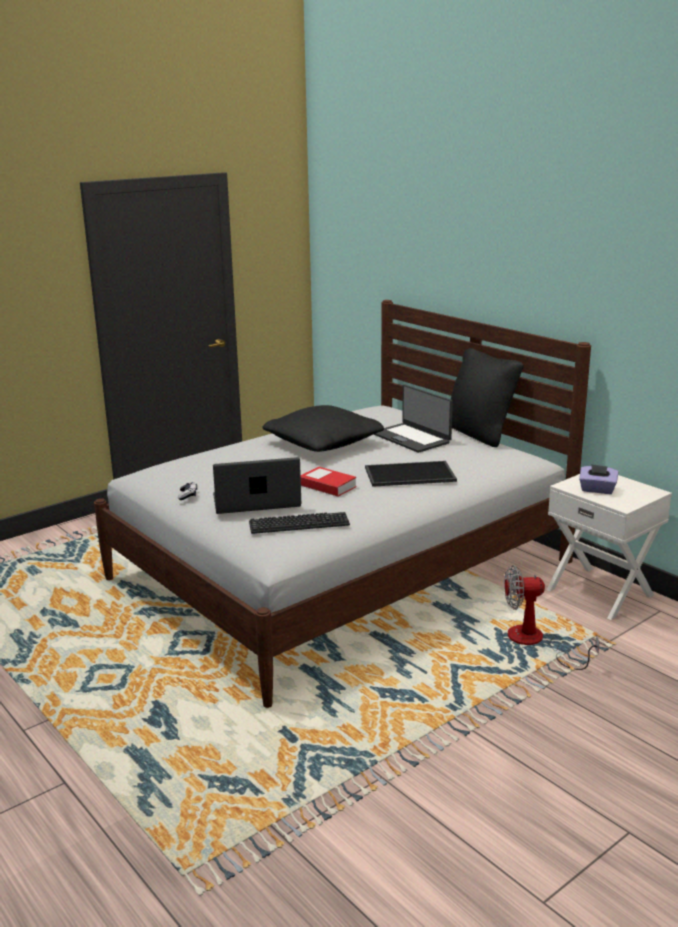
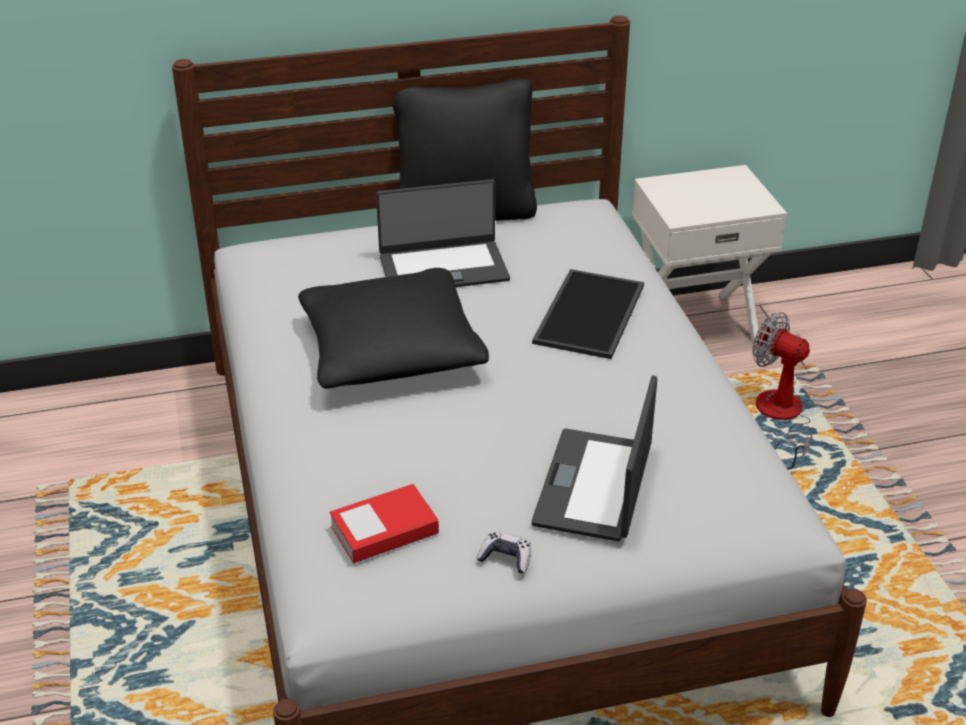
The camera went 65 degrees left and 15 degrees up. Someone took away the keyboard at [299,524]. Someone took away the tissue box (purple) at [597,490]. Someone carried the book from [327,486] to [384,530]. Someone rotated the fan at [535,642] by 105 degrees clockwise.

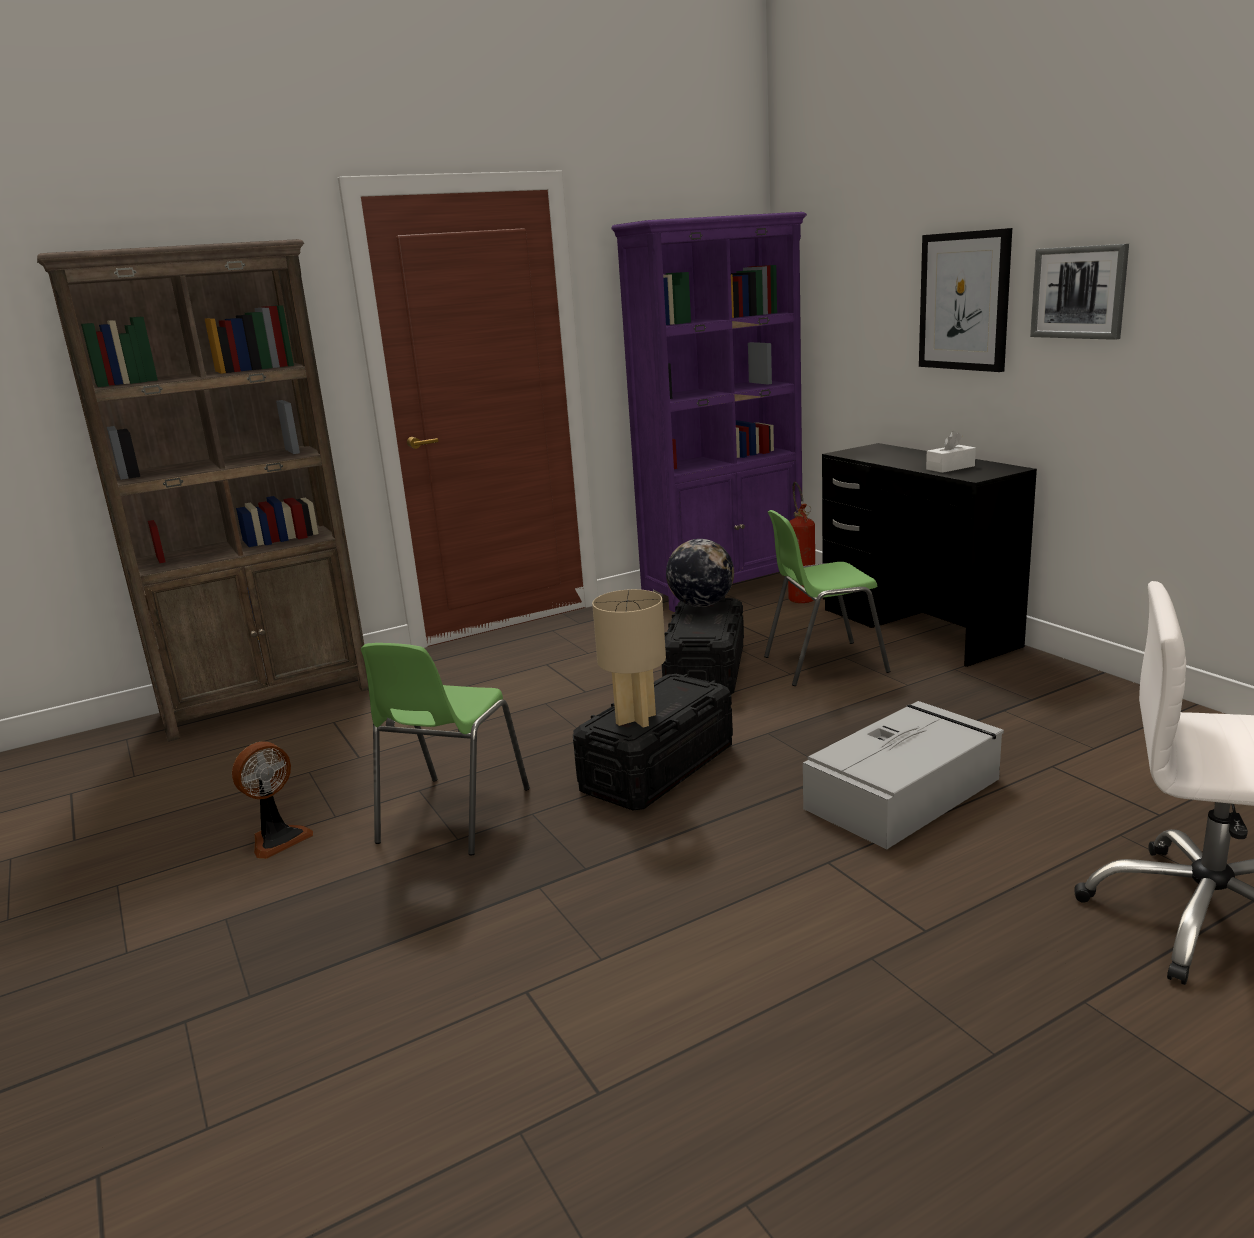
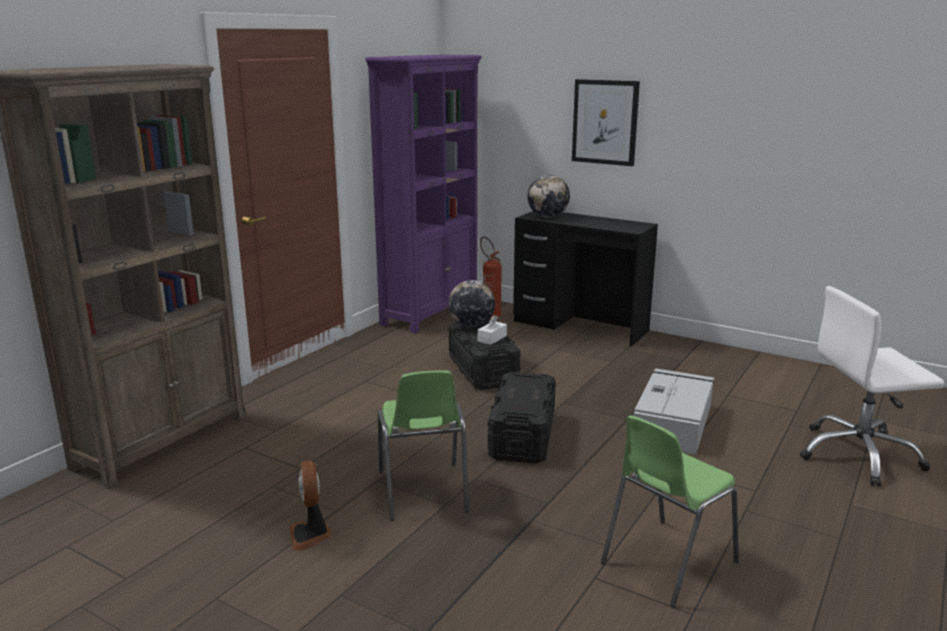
The camera went 30 degrees left and 0 degrees up. Someone took away the table lamp (beige) at [635,719]. Someone took away the picture at [1079,292]. Someone put down the globe at [548,217]. Someone carried the chair (green) from [823,664] to [666,562]. Someone carried the tissue box (white) from [950,467] to [492,338]. Someone rotated the fan at [278,839] by 150 degrees clockwise.

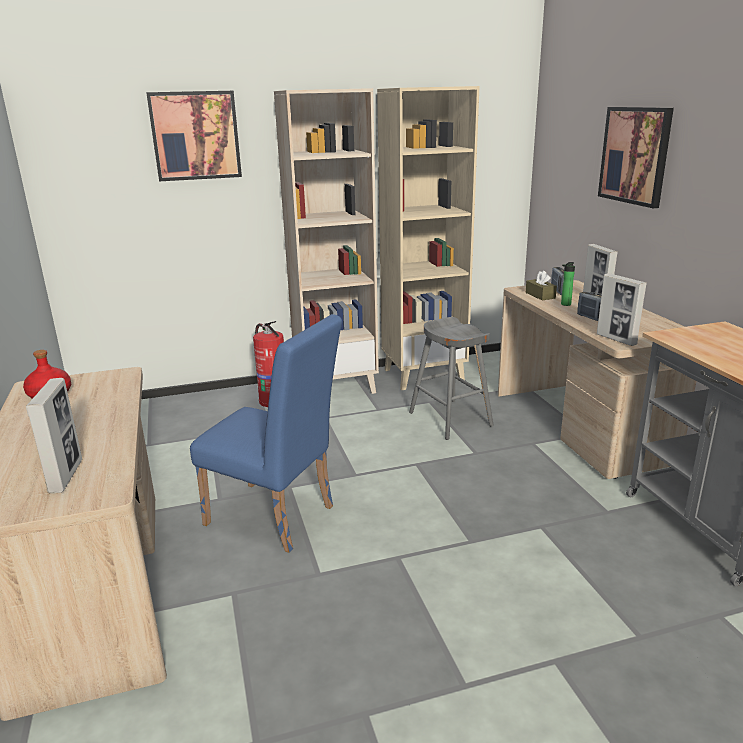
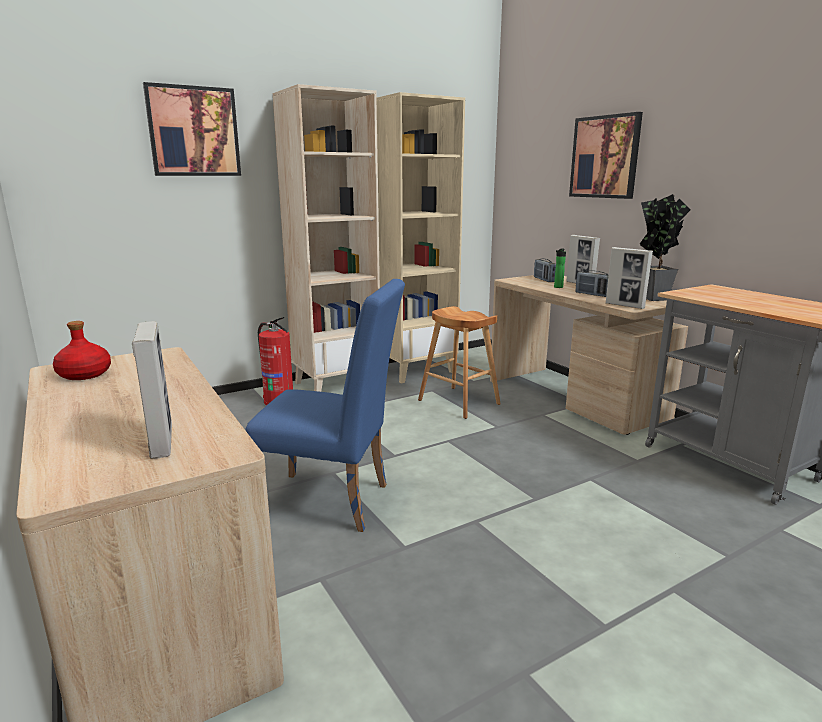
The camera went 15 degrees left and 5 degrees down. Someone took away the tissue box (brown) at [540,295]. Someone put down the potted plant at [653,297]. Someone repainted the stool (grey) at [450,419], which became the stool (brown) at [459,402].

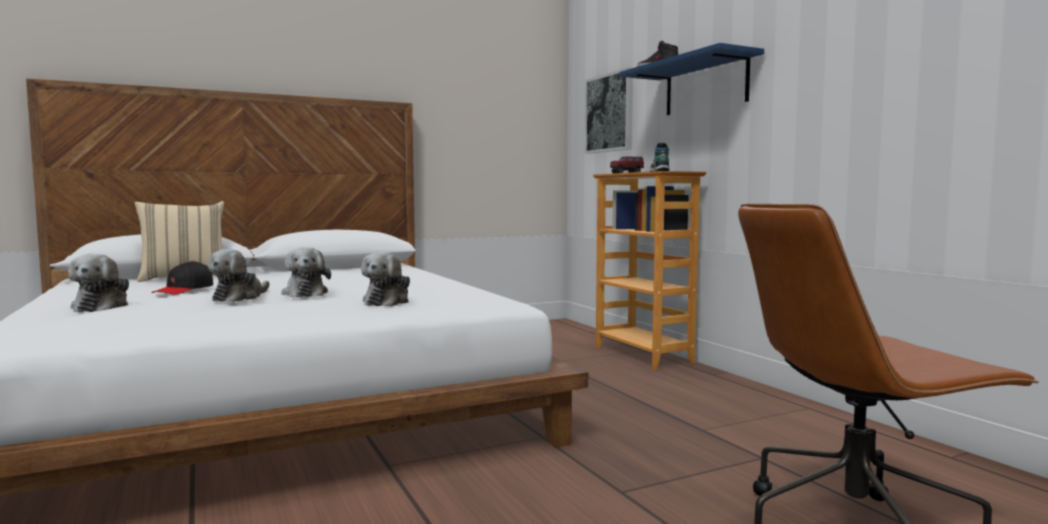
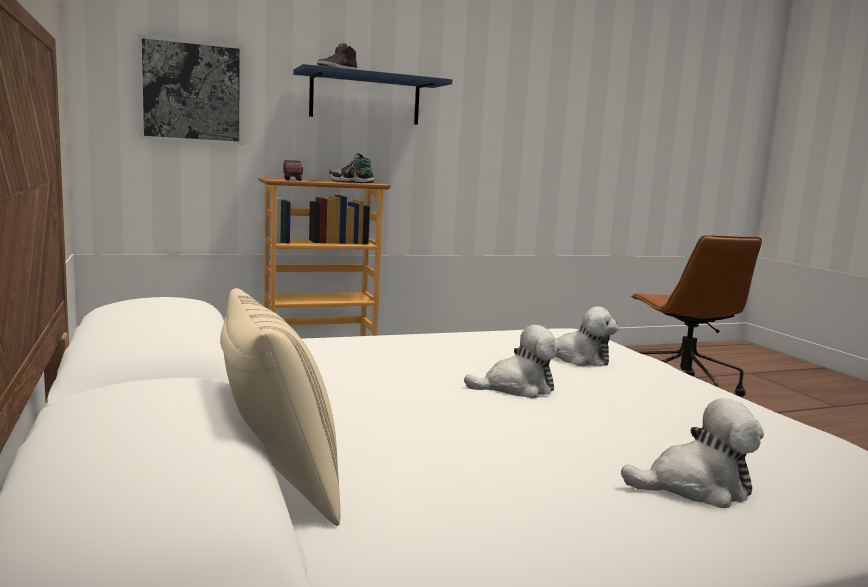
The camera went 85 degrees left and 5 degrees up. Someone took away the cap (black) at [184,290]. Someone took away the plush toy at [239,297].

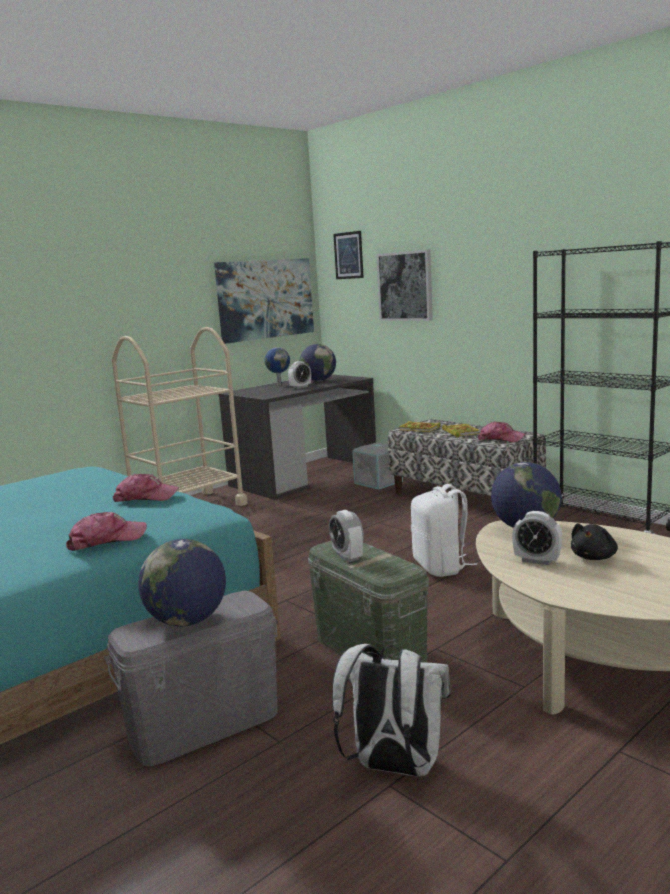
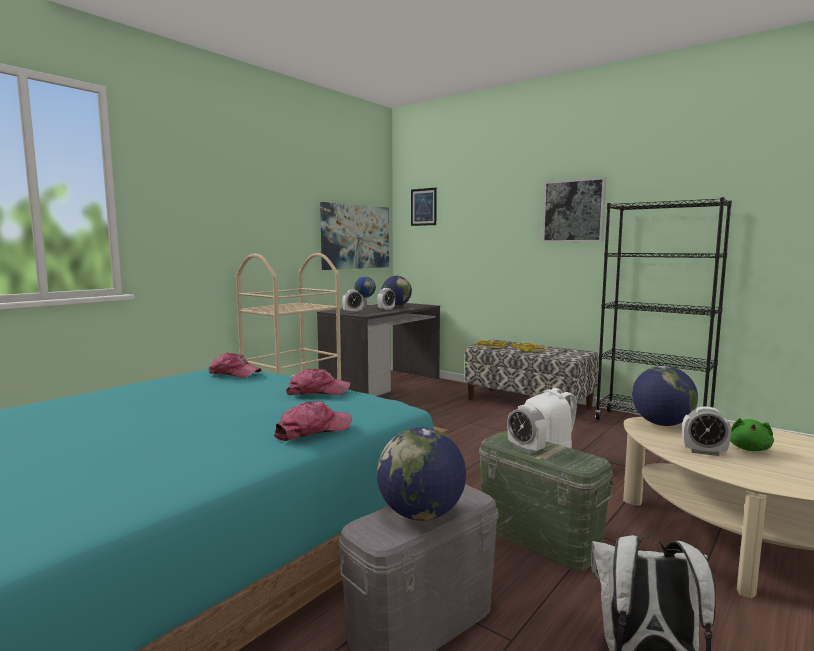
The camera went 10 degrees left and 5 degrees down. Someone took away the storage box (grey) at [379,482]. Someone put down the alarm clock at [352,312]. Someone carried the picture from [405,286] to [573,211]. Someone carried the cap from [500,439] to [234,373]. Someone repainted the plush toy (black) at [594,557], which became the plush toy (green) at [749,449].

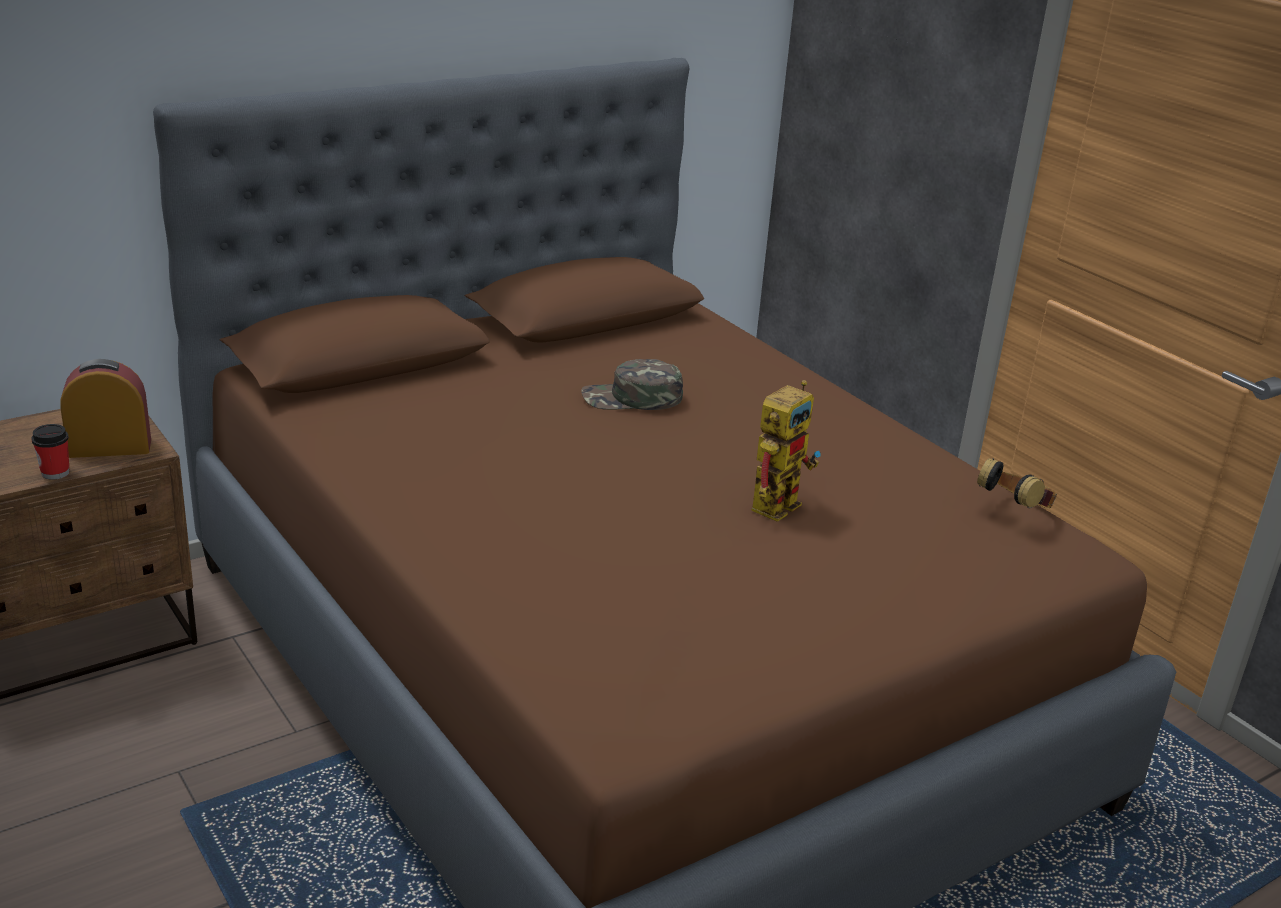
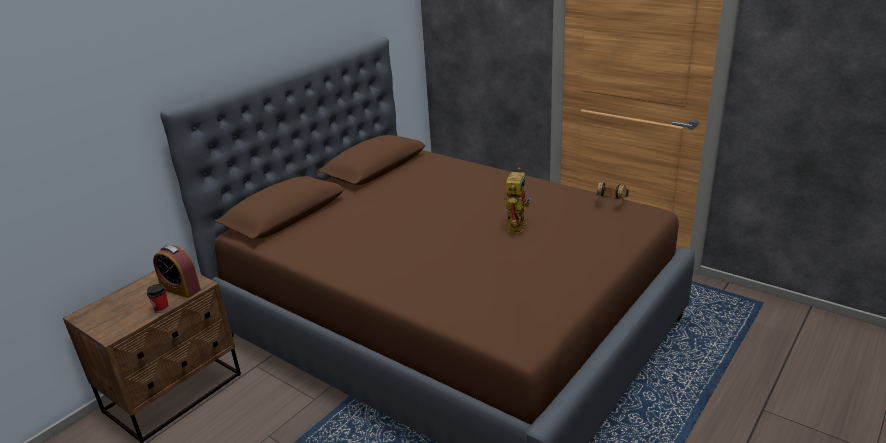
The camera went 15 degrees left and 0 degrees up. Someone took away the cap (green) at [631,398]. Someone rotated the alarm clock at [110,448] by 120 degrees counterclockwise.

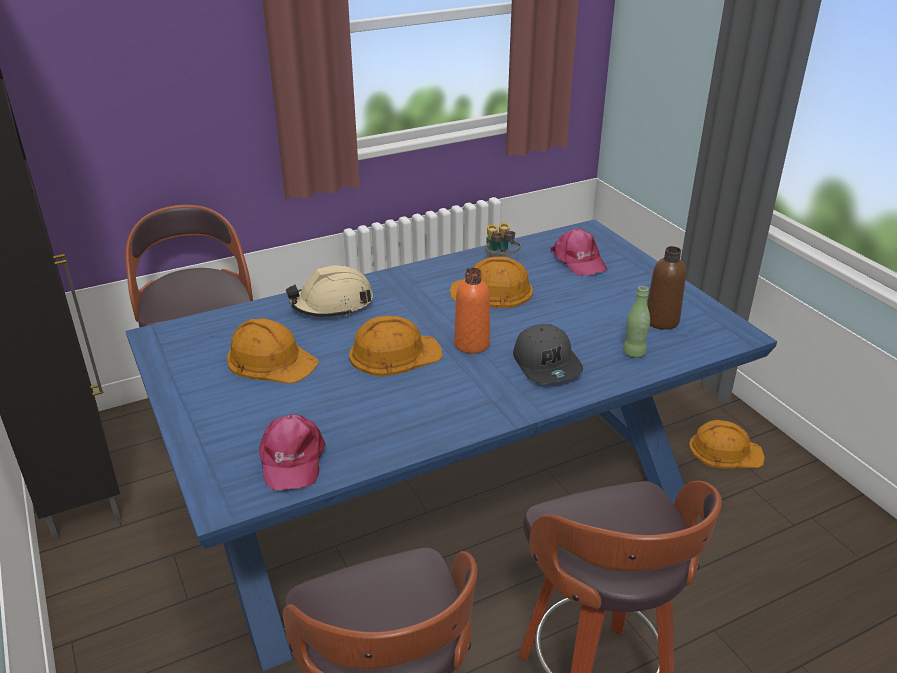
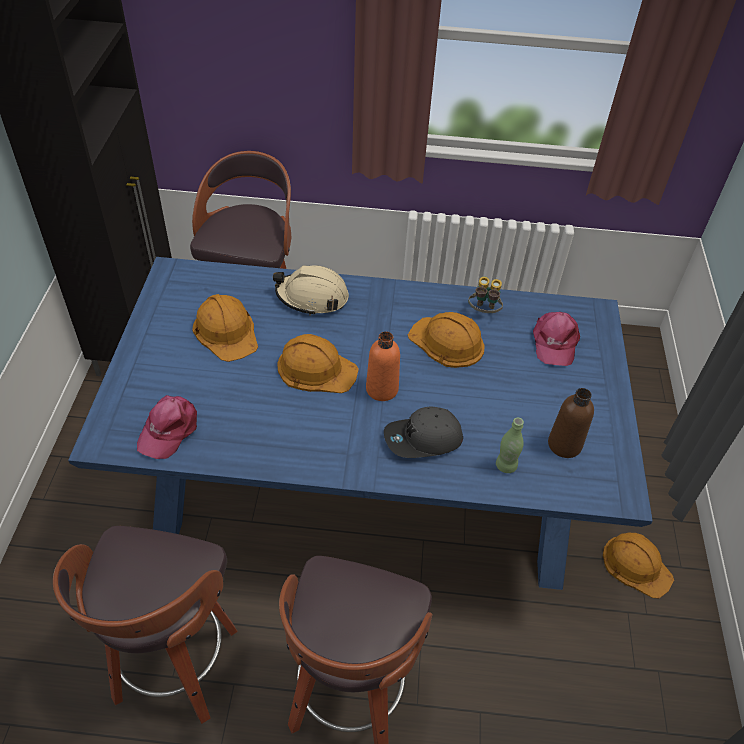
The camera went 30 degrees right and 15 degrees up. Someone rotated the cap (grey) at [547,364] by 60 degrees clockwise.

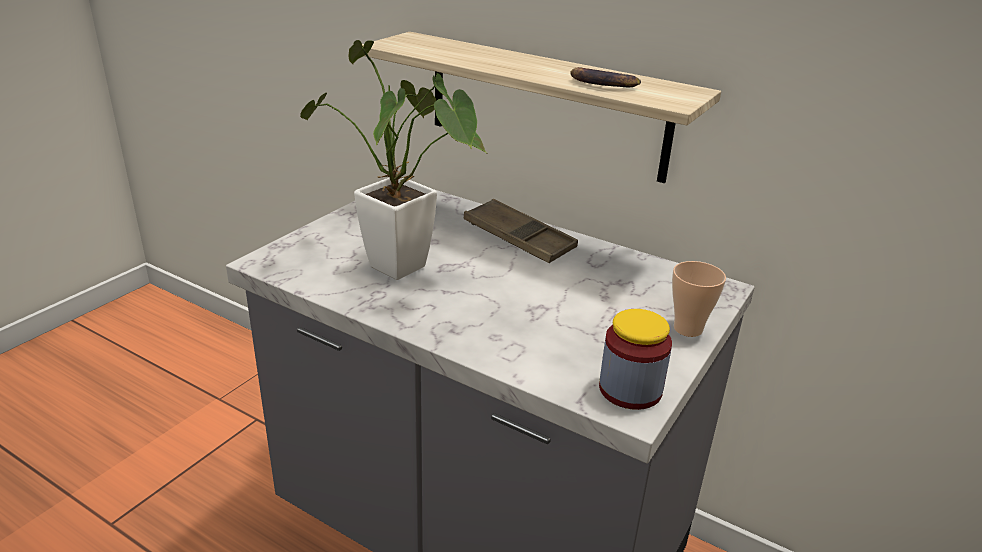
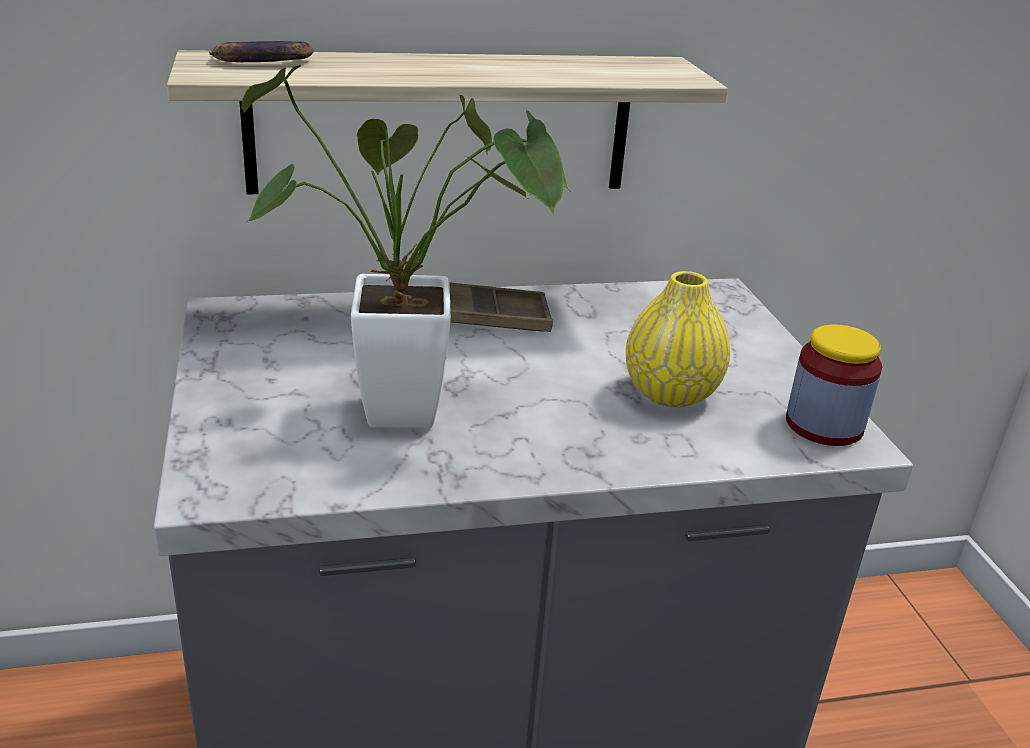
The camera went 45 degrees left and 0 degrees up. Someone took away the cup at [688,329]. Someone put down the vase (yellow) at [670,393]. Someone carried the banana from [602,84] to [262,61].

